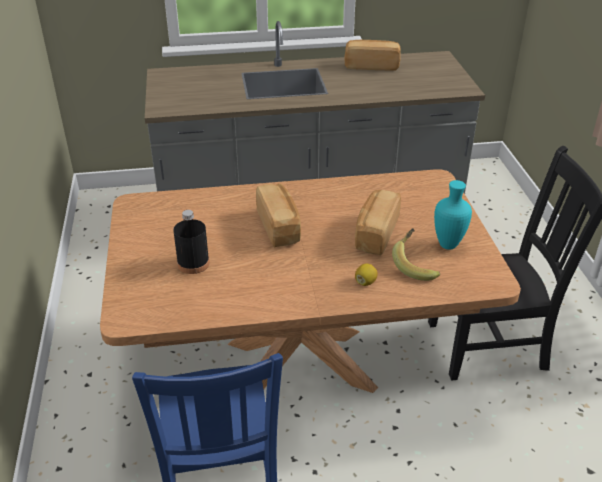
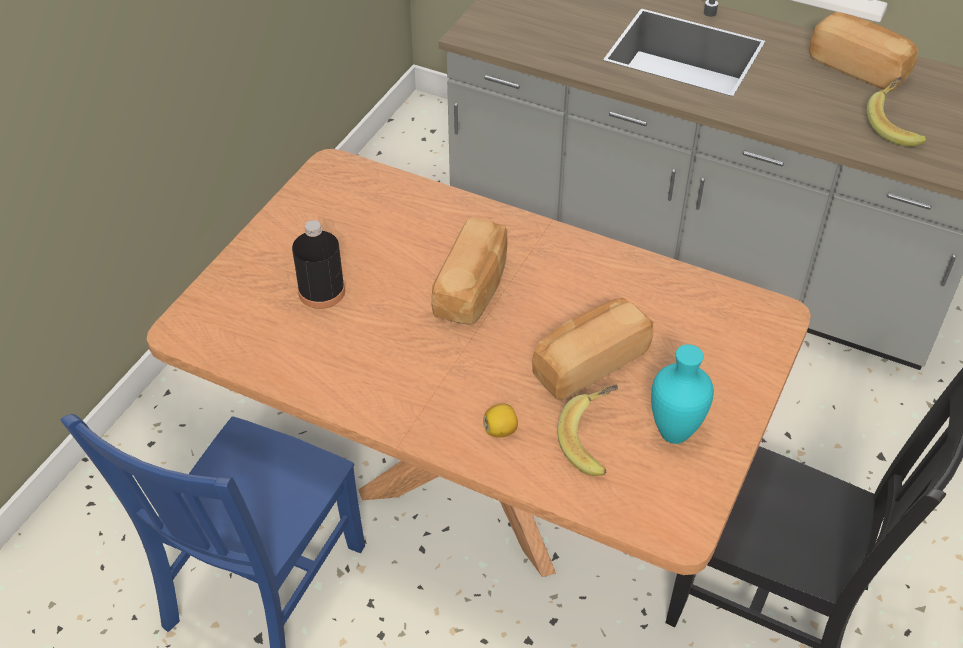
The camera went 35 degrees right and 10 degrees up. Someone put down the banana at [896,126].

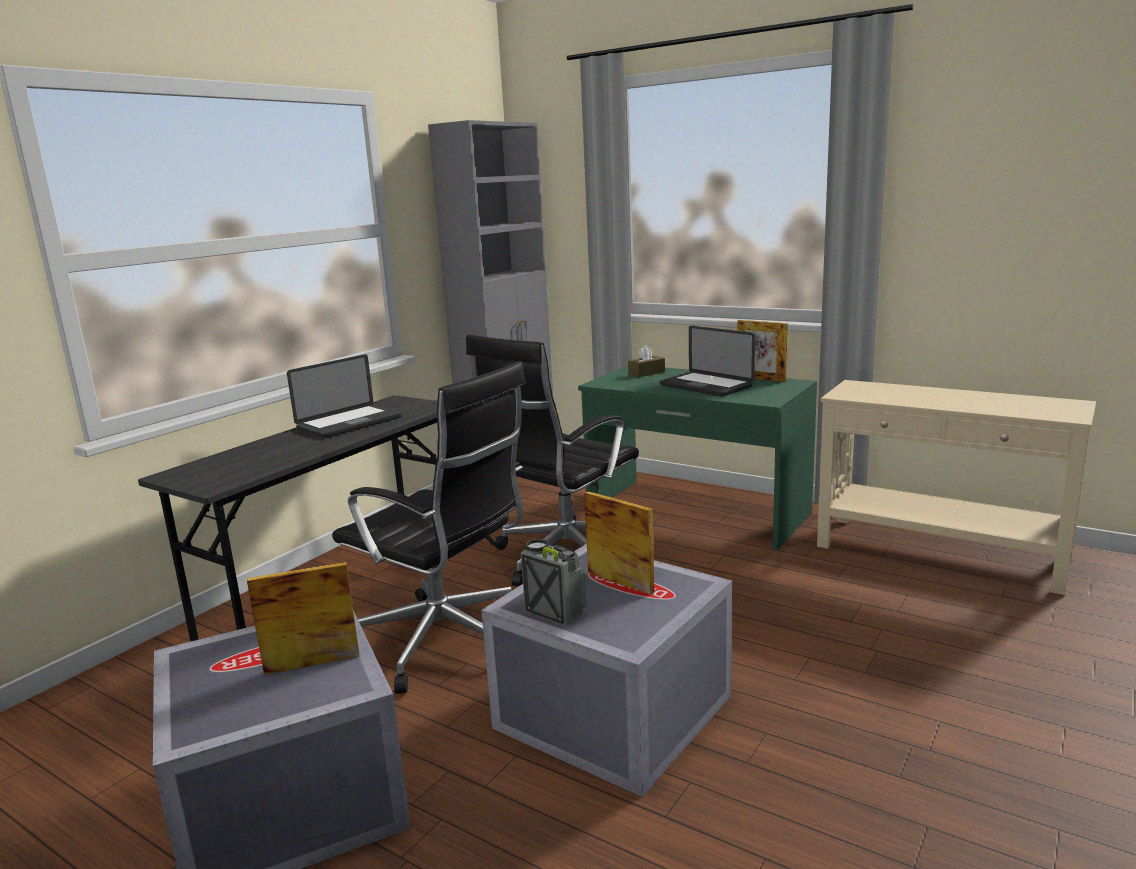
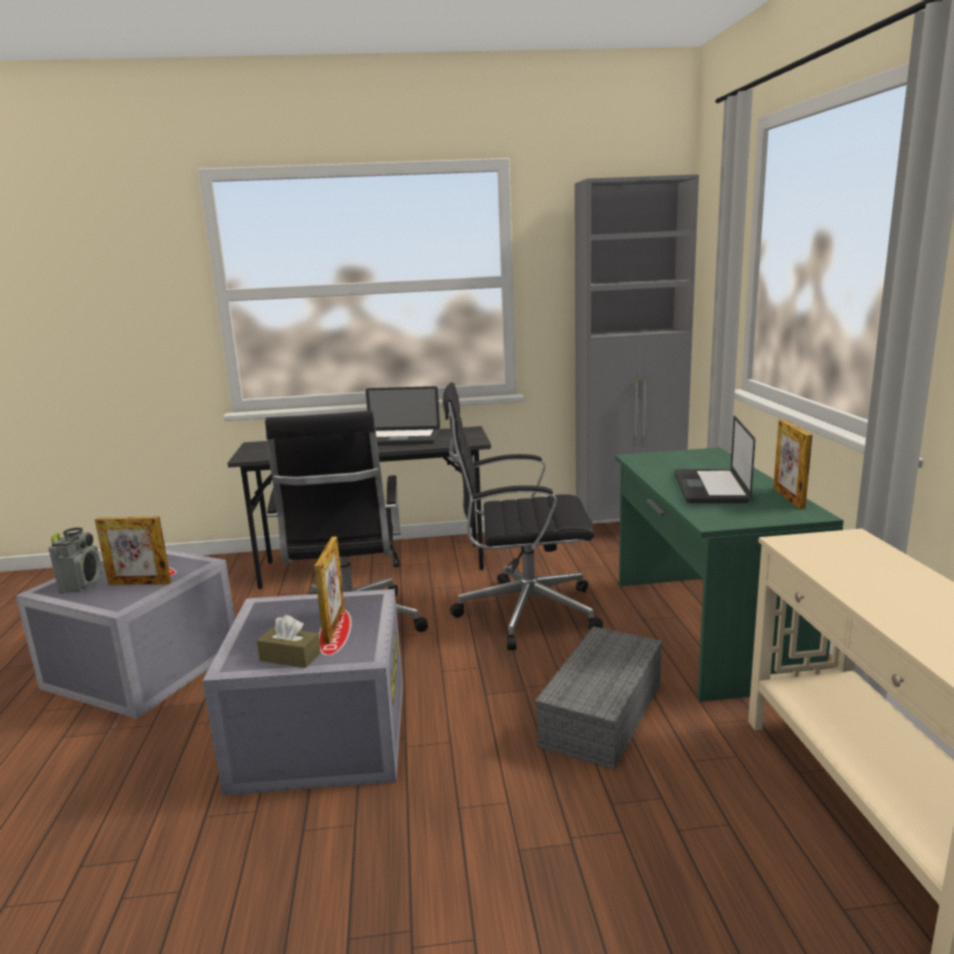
The camera went 50 degrees right and 0 degrees up. Someone put down the storage box (grey) at [603,715]. Someone carried the radio from [555,611] to [82,584]. Someone carried the tissue box (brown) from [646,373] to [290,657]. Someone rotated the picture frame at [312,663] by 150 degrees clockwise.

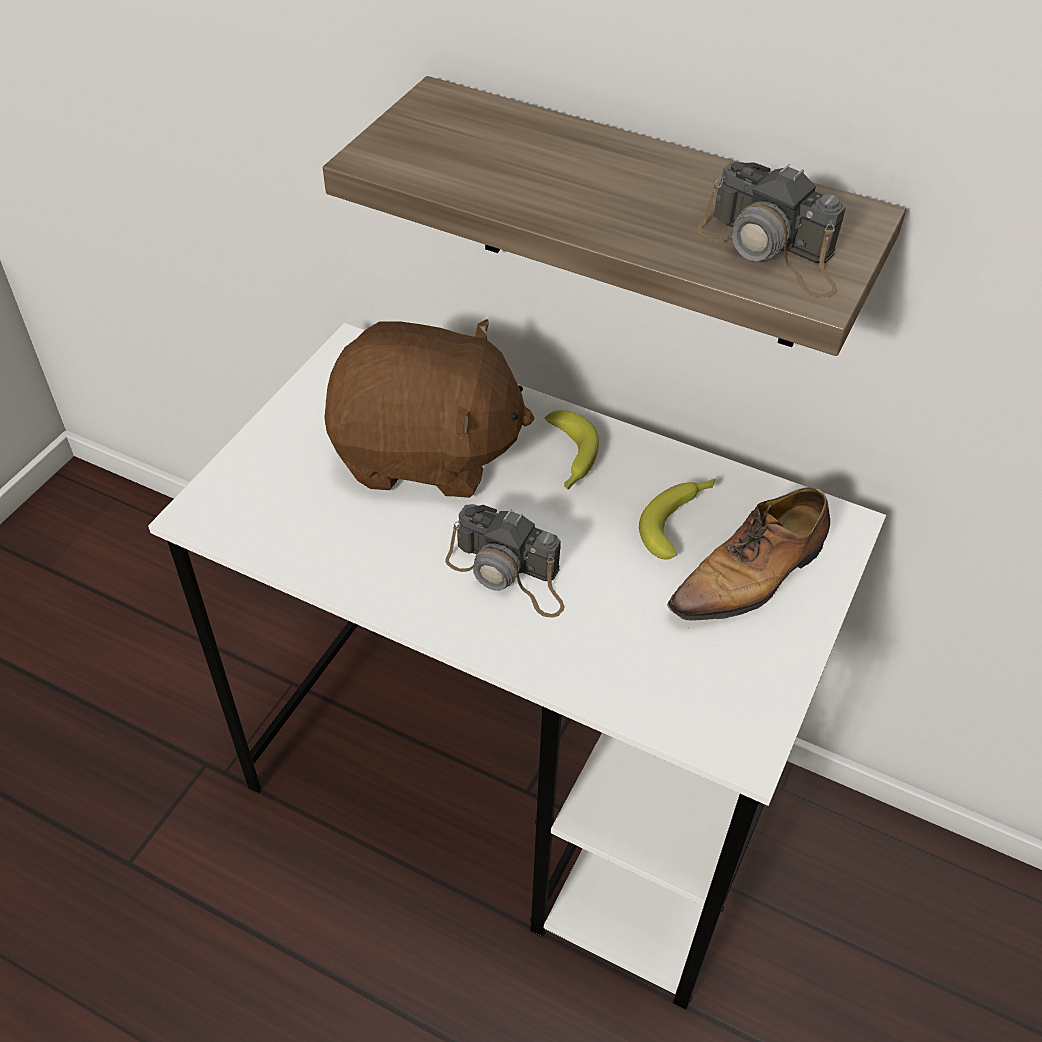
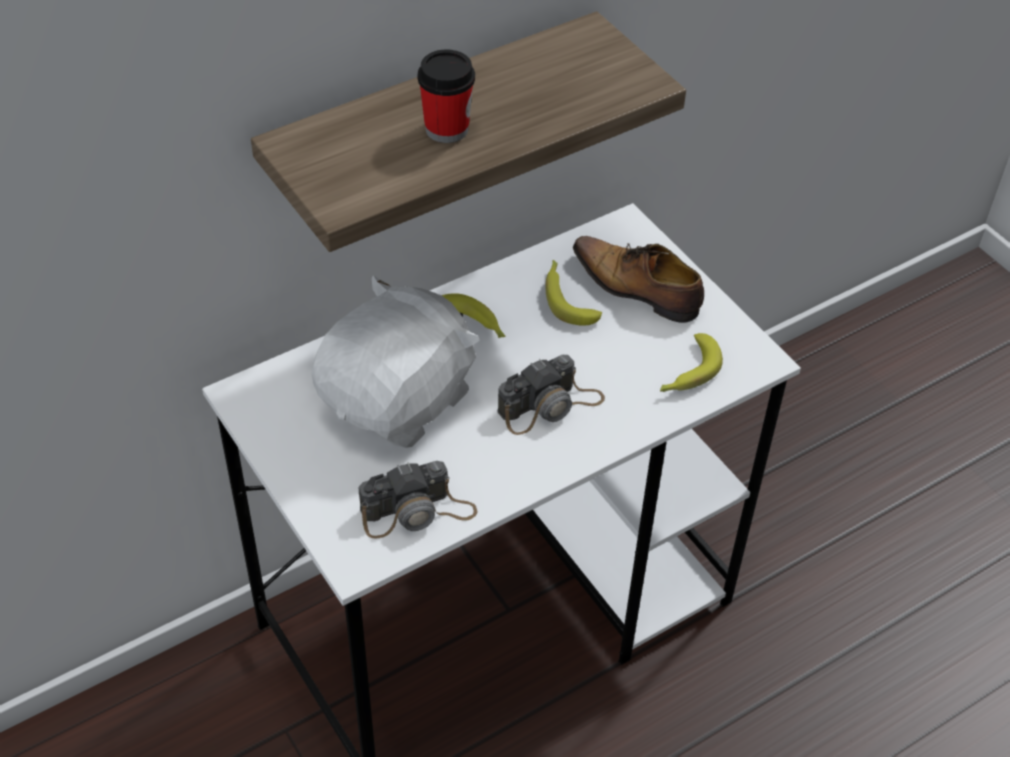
The camera went 60 degrees left and 0 degrees up. Someone put down the cup at [446,129]. Someone put down the banana at [687,373]. Someone carried the photo camera from [772,251] to [417,512]. Someone repainted the plush toy (brown) at [426,454], which became the plush toy (white) at [399,400]. Someone rotated the shoe at [751,575] by 135 degrees clockwise.

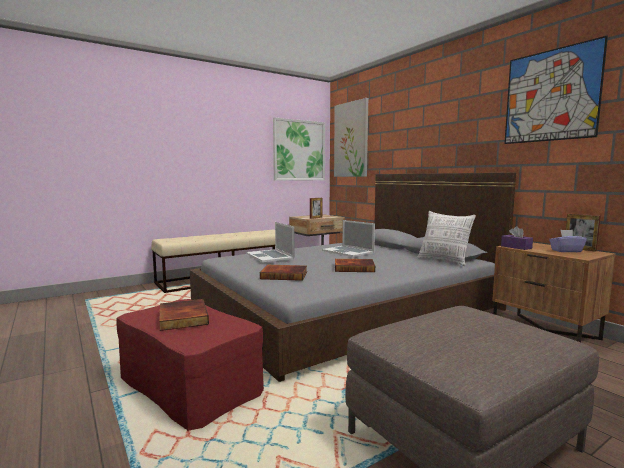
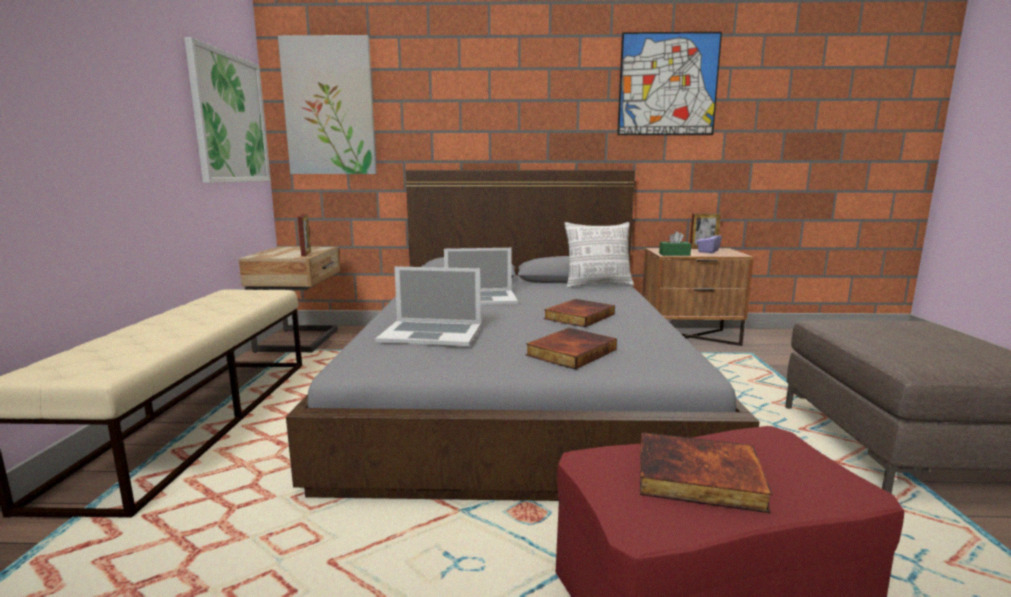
The camera went 55 degrees left and 5 degrees up. Someone repainted the tissue box (purple) at [516,247], which became the tissue box (green) at [674,254].

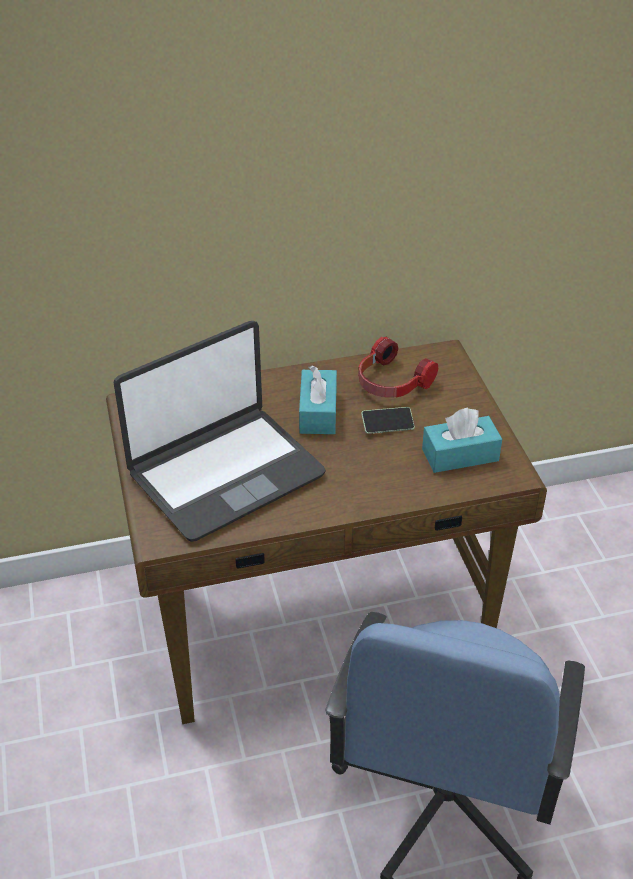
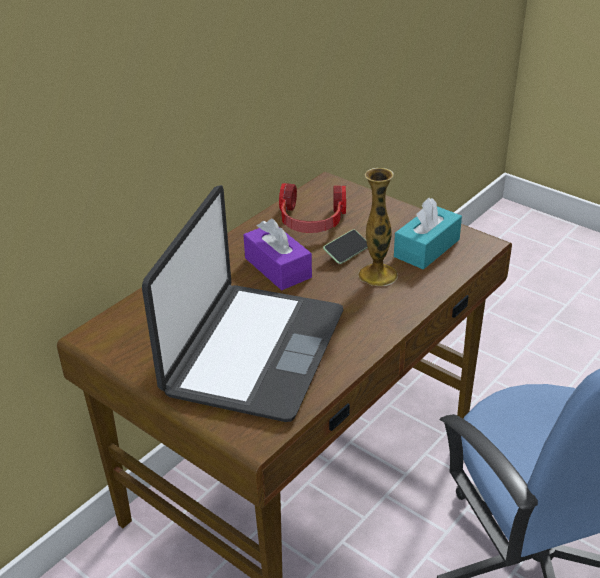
The camera went 35 degrees left and 5 degrees down. Someone put down the vase at [378,275]. Someone repainted the tissue box (turquoise) at [318,412], which became the tissue box (purple) at [278,268].

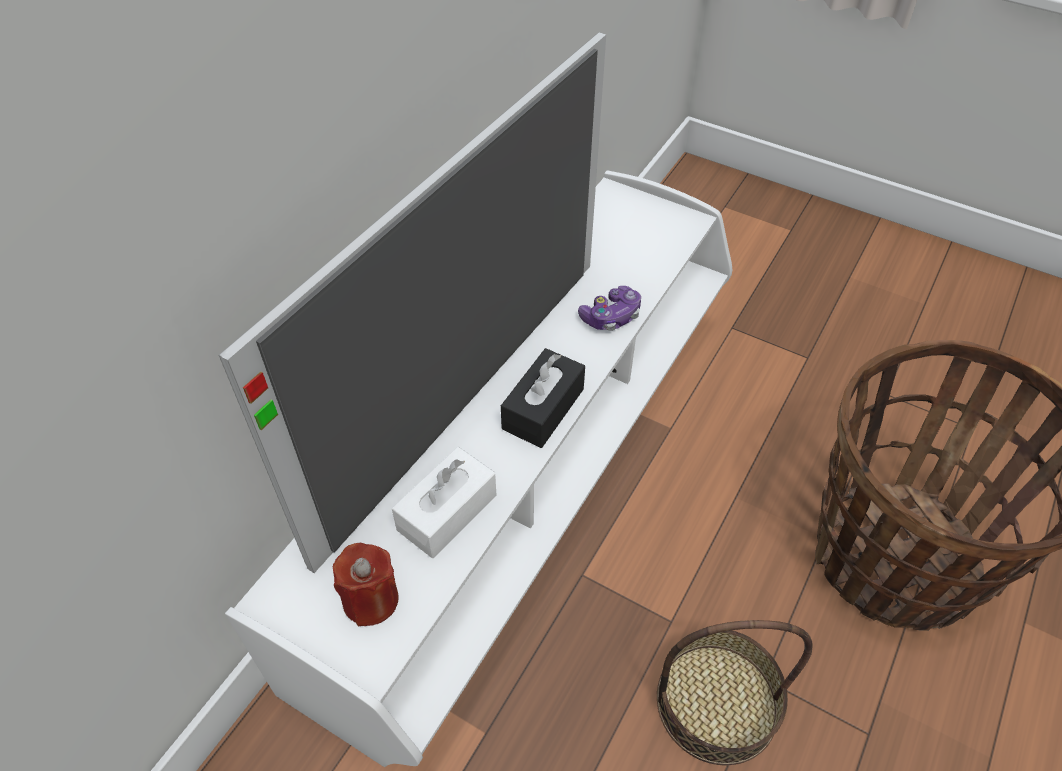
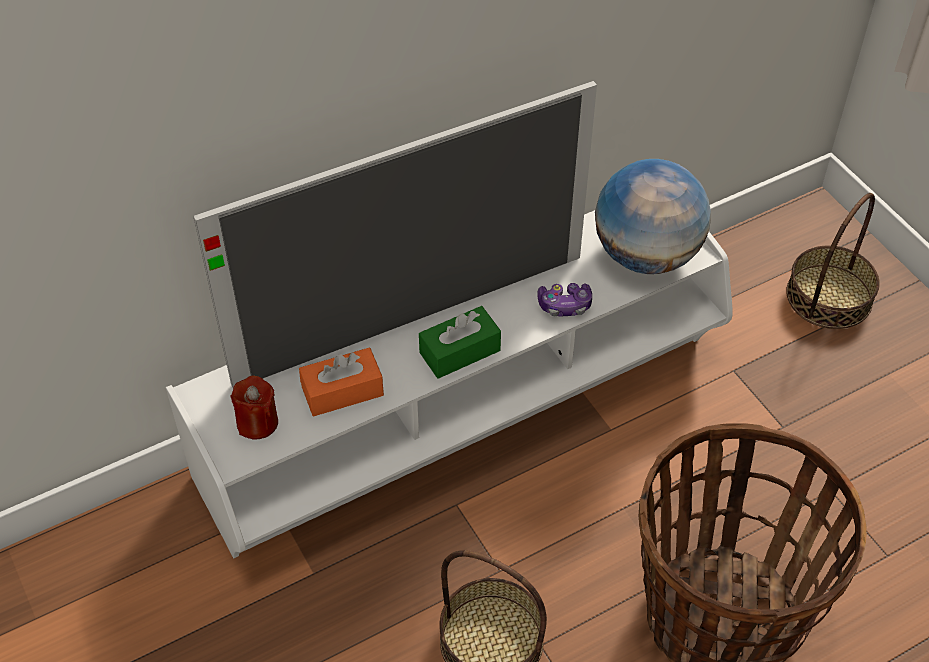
The camera went 30 degrees right and 0 degrees up. Someone put down the globe at [646,255]. Someone put down the basket at [829,297]. Someone repainted the tissue box (white) at [447,512], which became the tissue box (orange) at [342,391]. Someone repainted the tissue box (black) at [543,409], which became the tissue box (green) at [460,351].

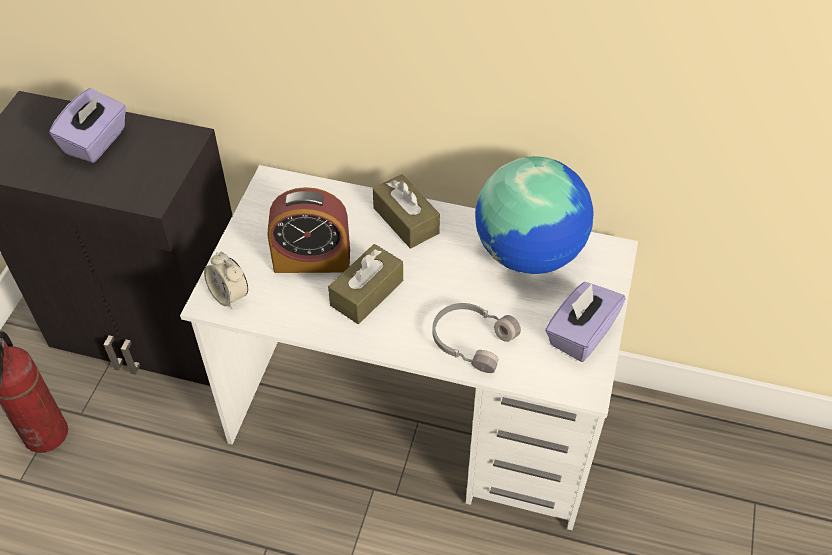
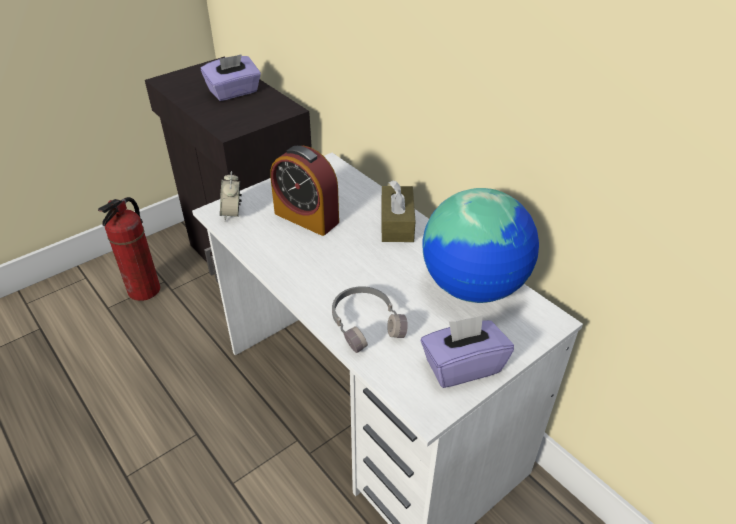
The camera went 35 degrees right and 10 degrees down. Someone took away the tissue box (brown) at [367,293].

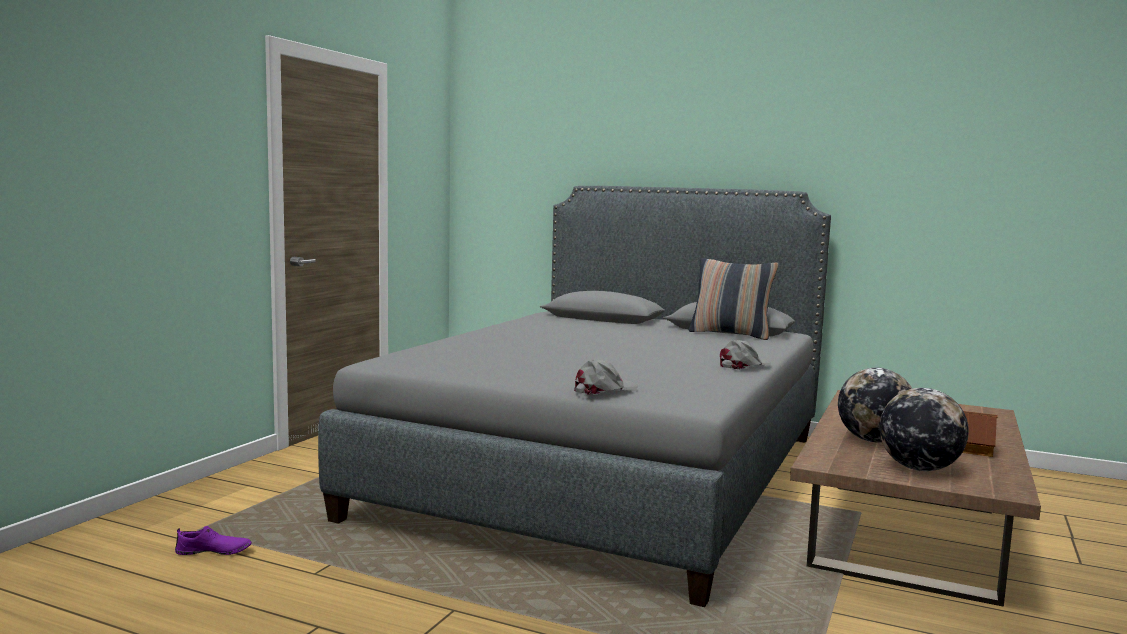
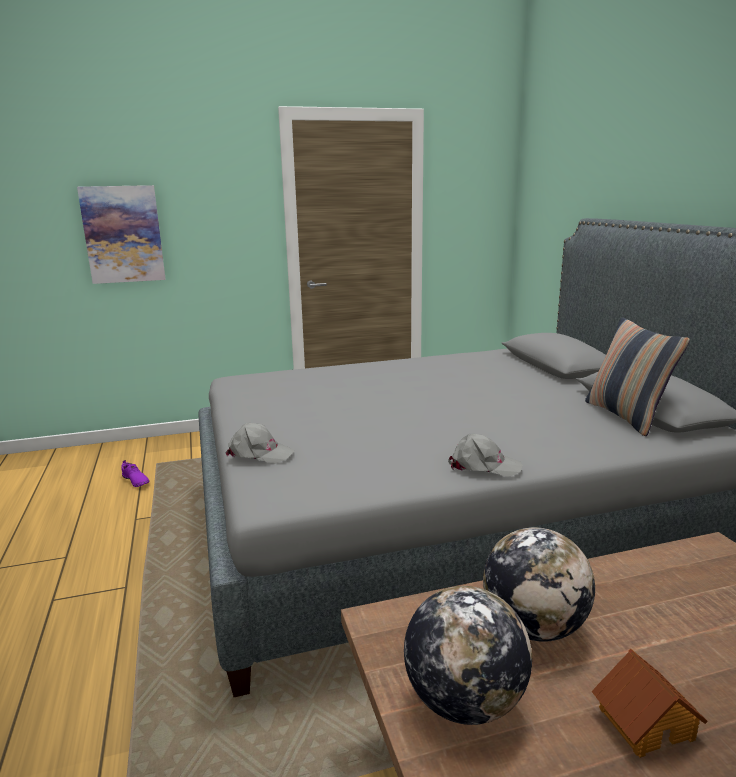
The camera went 50 degrees right and 10 degrees up. Someone put up the picture at [123,234].

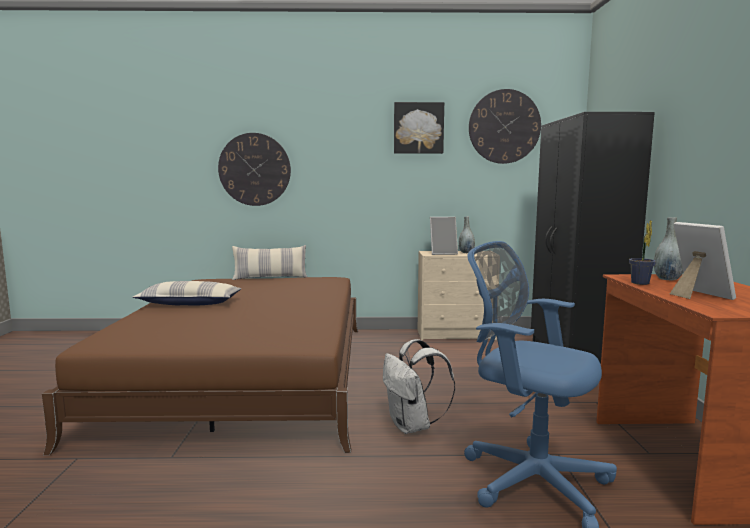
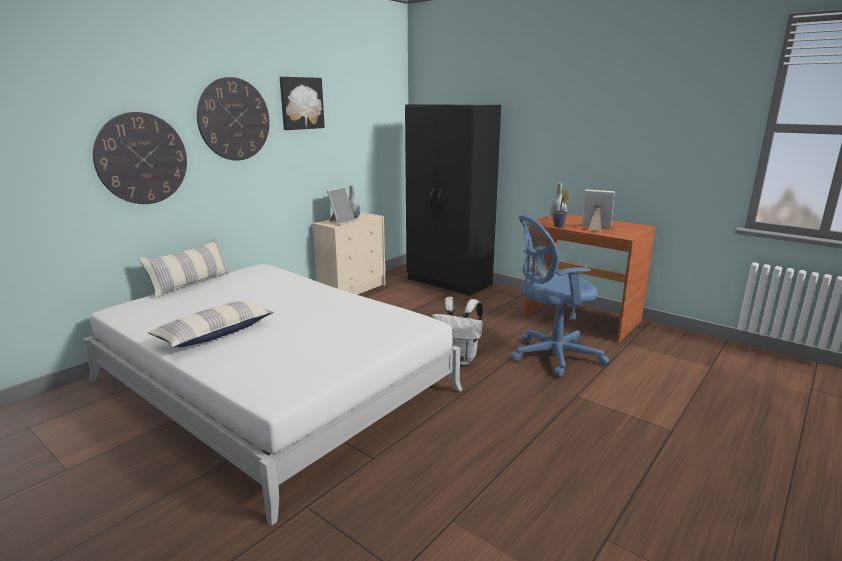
The camera went 50 degrees left and 10 degrees up. Someone carried the wall clock from [504,126] to [234,119]. Someone repainted the bed (brown) at [246,375], which became the bed (white) at [272,385].

